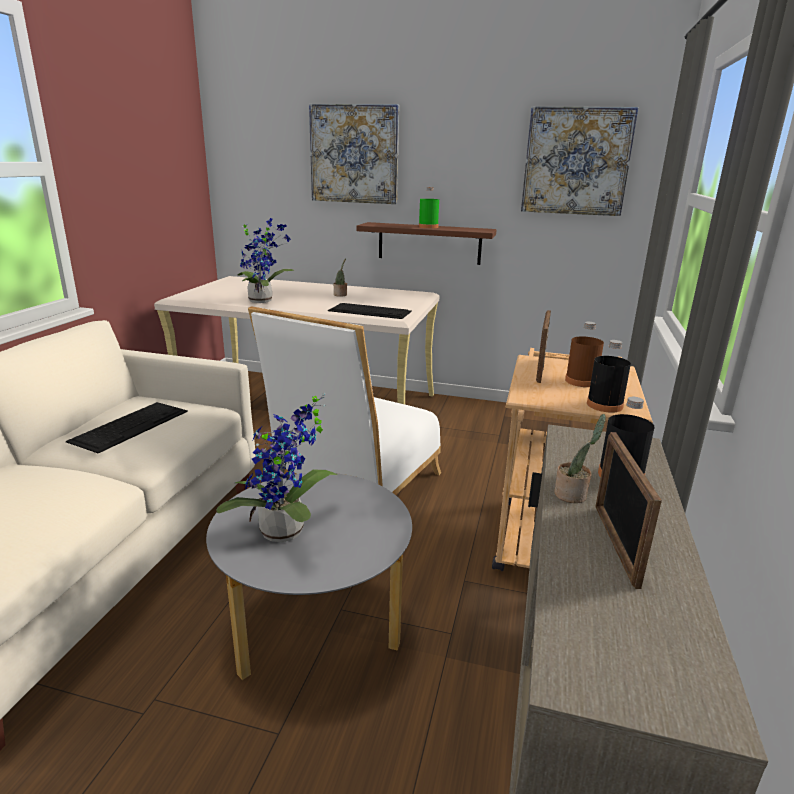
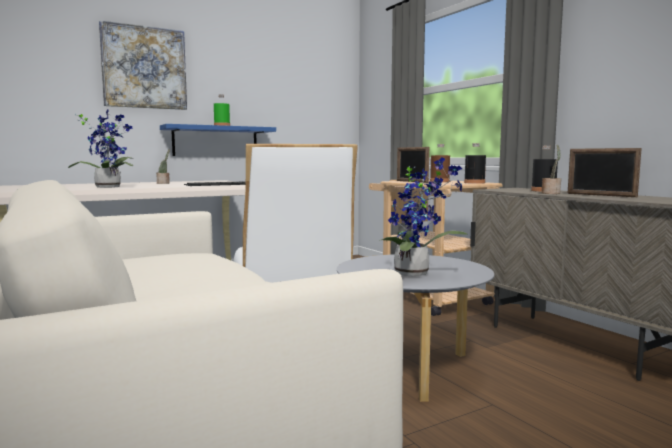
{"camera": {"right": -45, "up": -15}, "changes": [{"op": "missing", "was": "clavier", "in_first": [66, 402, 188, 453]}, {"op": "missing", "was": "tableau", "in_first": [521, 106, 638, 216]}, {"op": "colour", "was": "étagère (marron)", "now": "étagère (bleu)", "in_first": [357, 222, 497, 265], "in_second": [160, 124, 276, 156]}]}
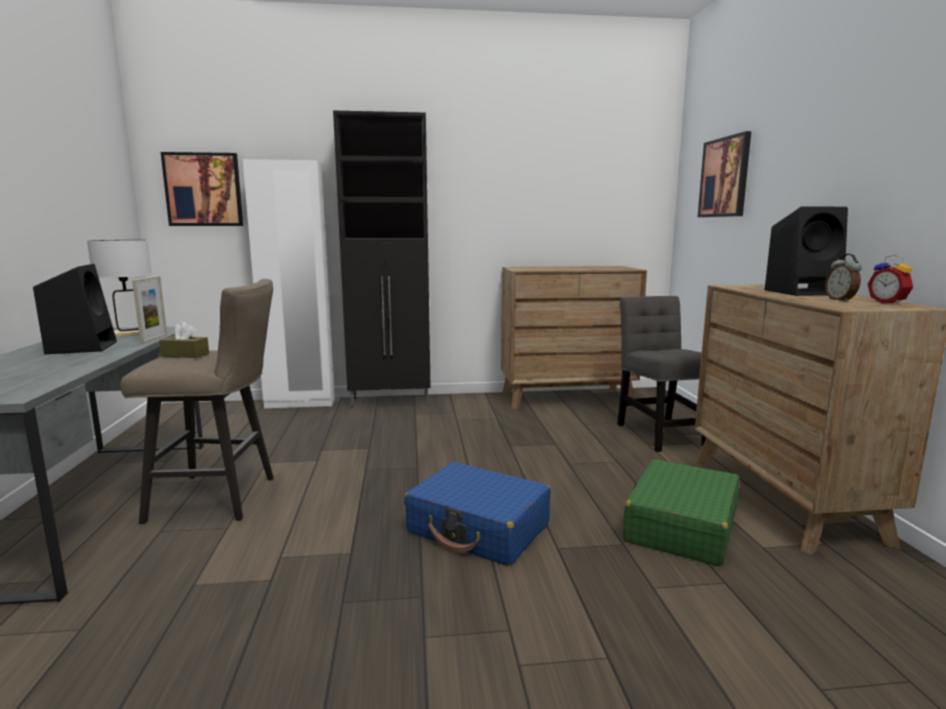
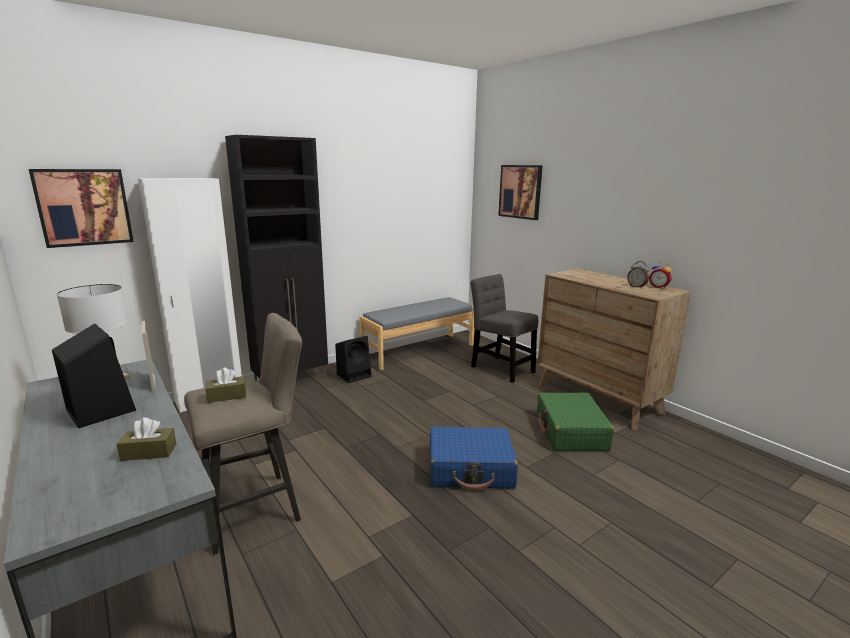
{"camera": {"right": -30, "up": 5}, "changes": [{"op": "appeared", "now": "boîte à mouchoirs (marron)", "in_second": [117, 417, 176, 461]}, {"op": "relocated", "was": "enceinte (noir)", "in_first": [765, 206, 848, 296], "in_second": [335, 336, 372, 383]}, {"op": "exchanged", "was": "commode (marron)", "now": "banc (gris)", "in_first": [501, 266, 647, 409], "in_second": [359, 297, 474, 370]}]}
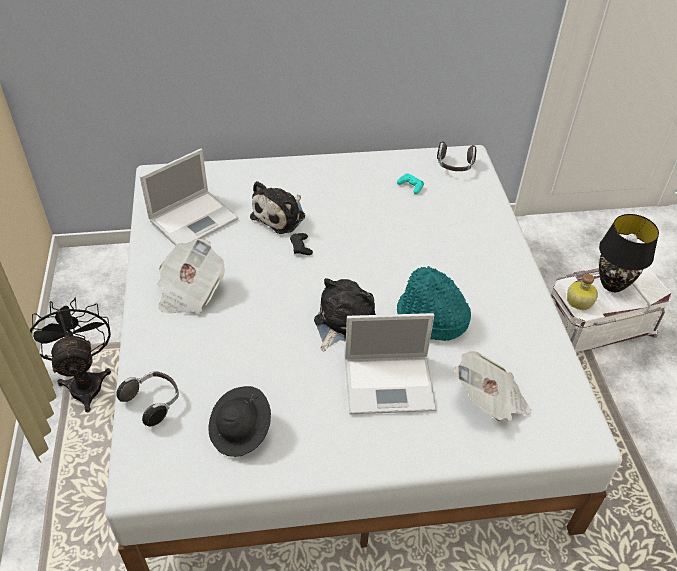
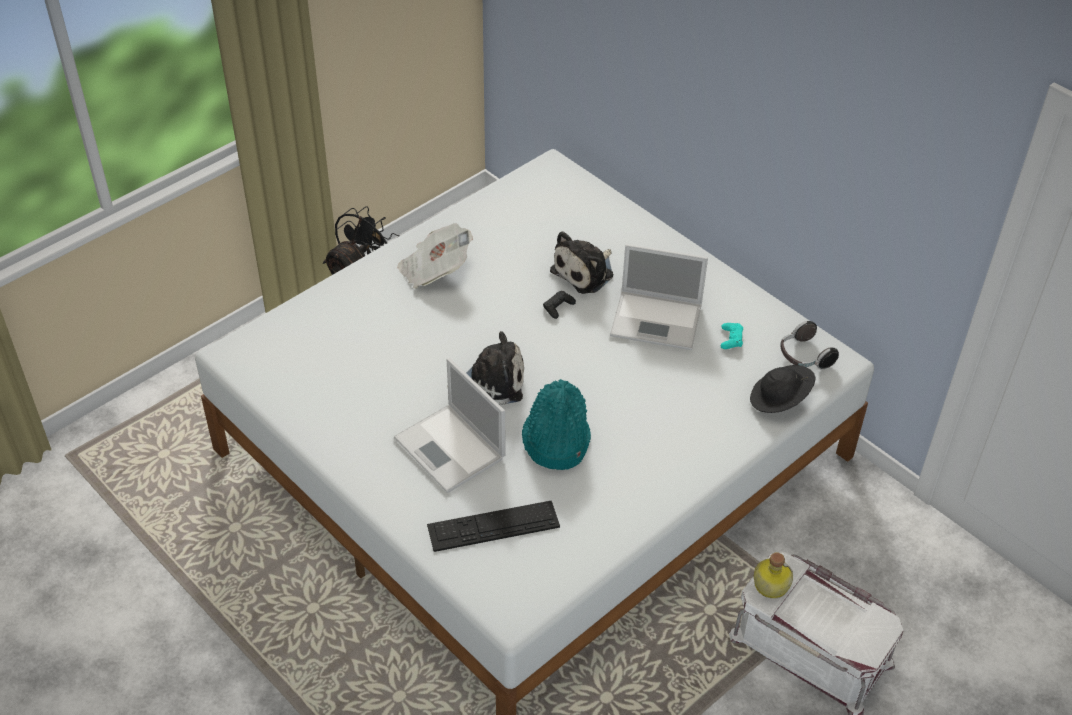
{"camera": {"right": 55, "up": 0}, "changes": [{"op": "missing", "was": "casque audio", "in_first": [116, 371, 179, 426]}, {"op": "missing", "was": "lampe de table (noir)", "in_first": [599, 214, 659, 292]}, {"op": "relocated", "was": "ordinateur portable", "in_first": [140, 149, 238, 245], "in_second": [610, 244, 708, 350]}, {"op": "relocated", "was": "chapeau (noir)", "in_first": [209, 386, 271, 457], "in_second": [750, 365, 816, 413]}, {"op": "exchanged", "was": "journal", "now": "clavier", "in_first": [454, 351, 532, 421], "in_second": [427, 501, 560, 552]}, {"op": "spun", "was": "peluche", "in_first": [250, 181, 305, 234], "in_second": [550, 231, 613, 294], "clockwise": -45}]}
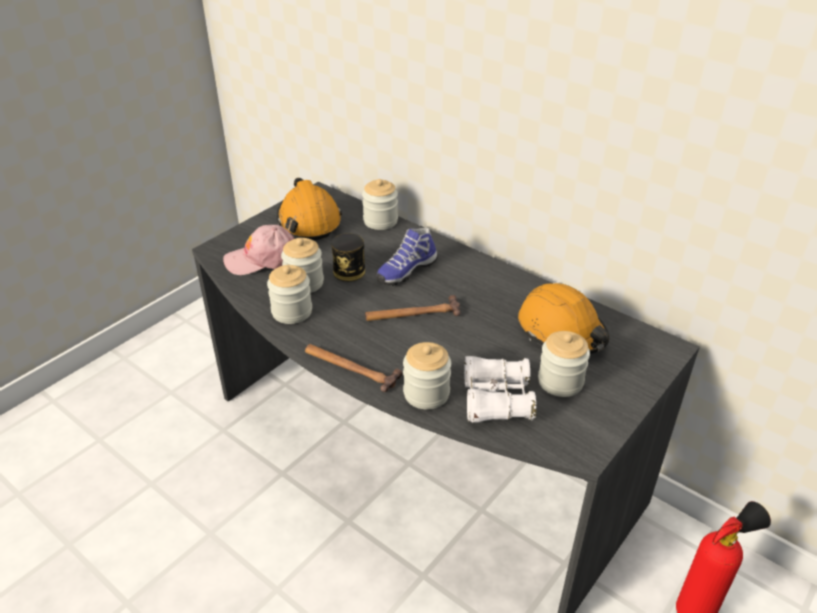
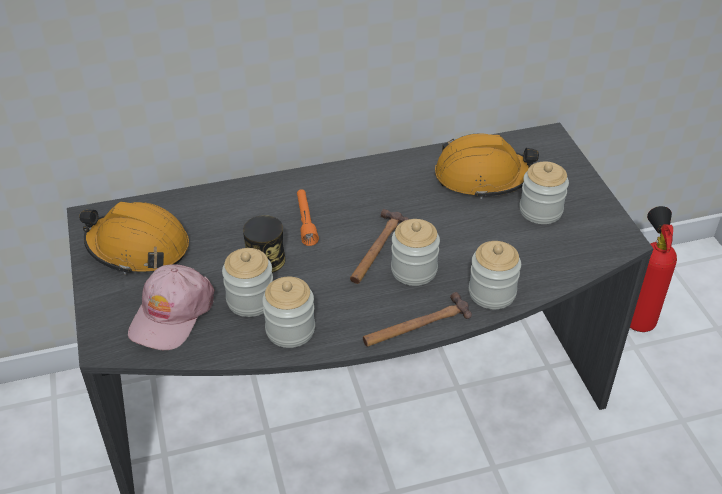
{"camera": {"right": -55, "up": 5}, "changes": [{"op": "missing", "was": "jumelles (blanc)", "in_first": [464, 356, 536, 423]}, {"op": "relocated", "was": "bocal", "in_first": [362, 179, 398, 230], "in_second": [391, 219, 440, 286]}, {"op": "exchanged", "was": "chaussure", "now": "lampe de poche (orange)", "in_first": [376, 228, 438, 286], "in_second": [297, 189, 319, 246]}]}
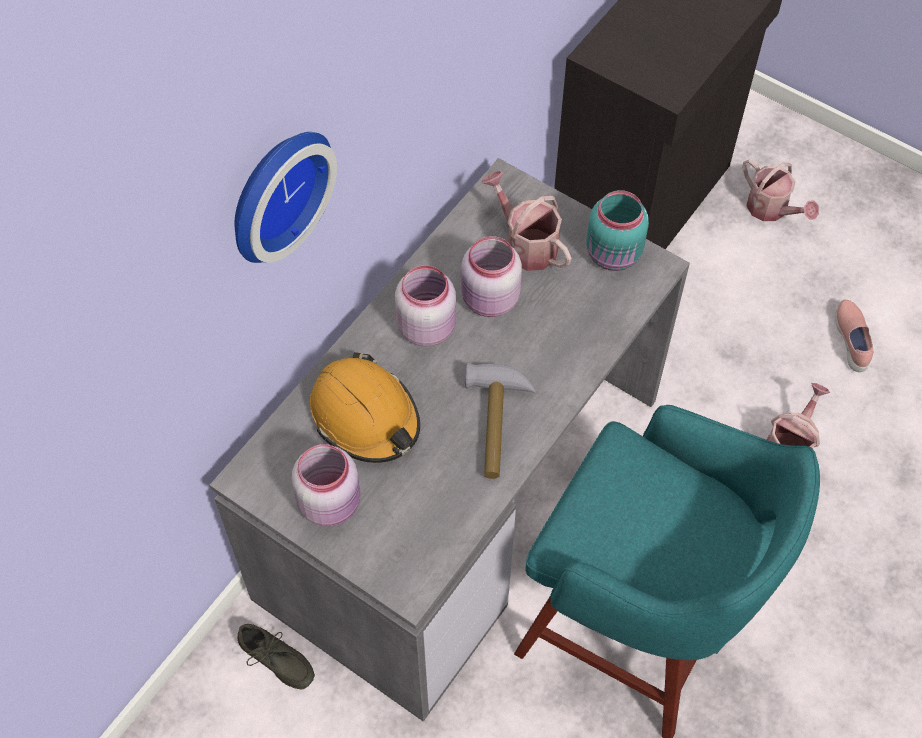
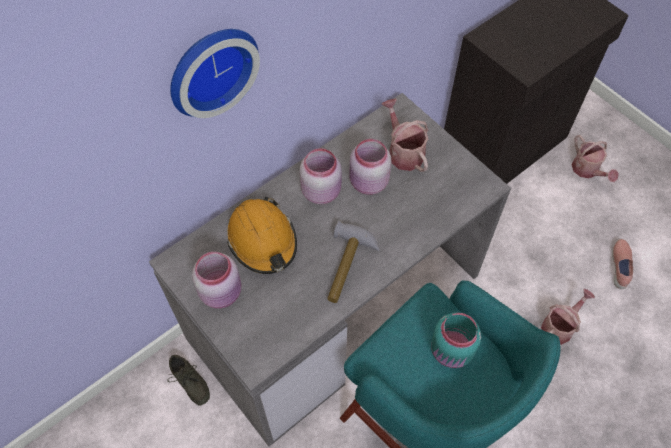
{"camera": {"right": 15, "up": 0}, "changes": [{"op": "relocated", "was": "bocal (turquoise)", "in_first": [586, 190, 649, 271], "in_second": [431, 312, 481, 368]}]}
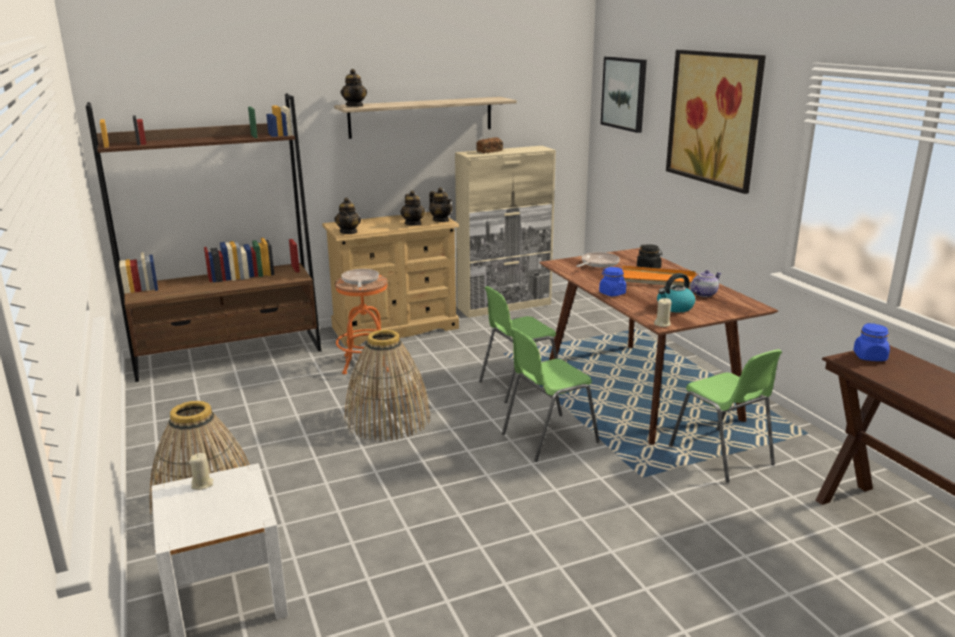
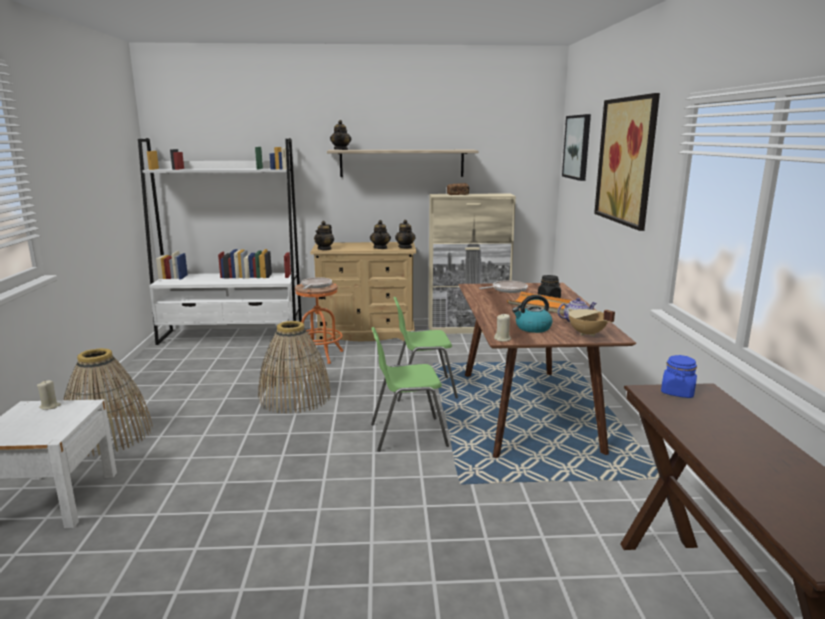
{"camera": {"right": 20, "up": -5}, "changes": [{"op": "missing", "was": "bocal (bleu)", "in_first": [599, 267, 626, 296]}, {"op": "missing", "was": "chaise (vert)", "in_first": [669, 349, 782, 483]}, {"op": "appeared", "now": "marmite (beige)", "in_second": [568, 309, 615, 336]}, {"op": "colour", "was": "bibliothèque (marron)", "now": "bibliothèque (blanc)", "in_first": [86, 93, 321, 382], "in_second": [138, 138, 302, 345]}]}
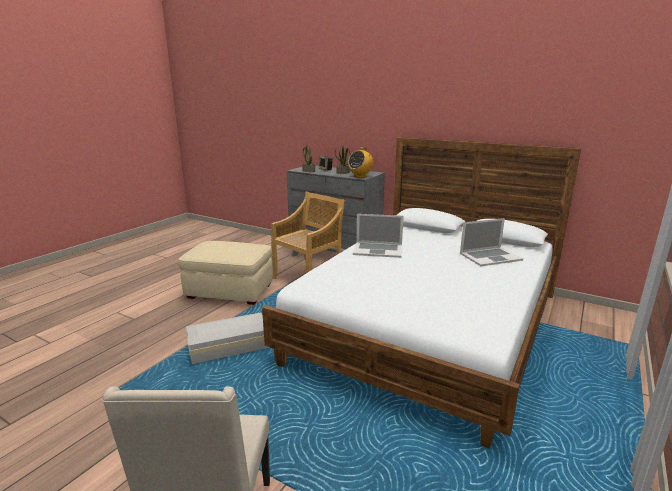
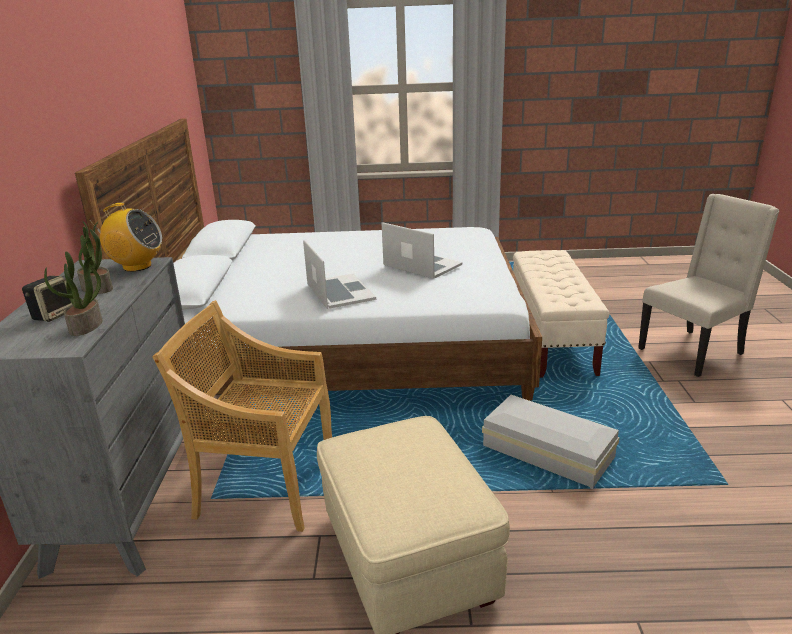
{"camera": {"right": -120, "up": 5}, "changes": [{"op": "appeared", "now": "banc (beige)", "in_second": [513, 250, 609, 378]}, {"op": "relocated", "was": "ordinateur portable", "in_first": [460, 218, 523, 266], "in_second": [382, 222, 462, 279]}]}
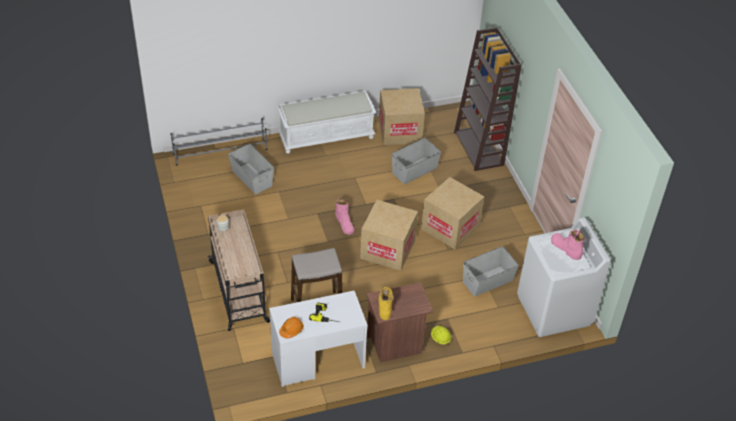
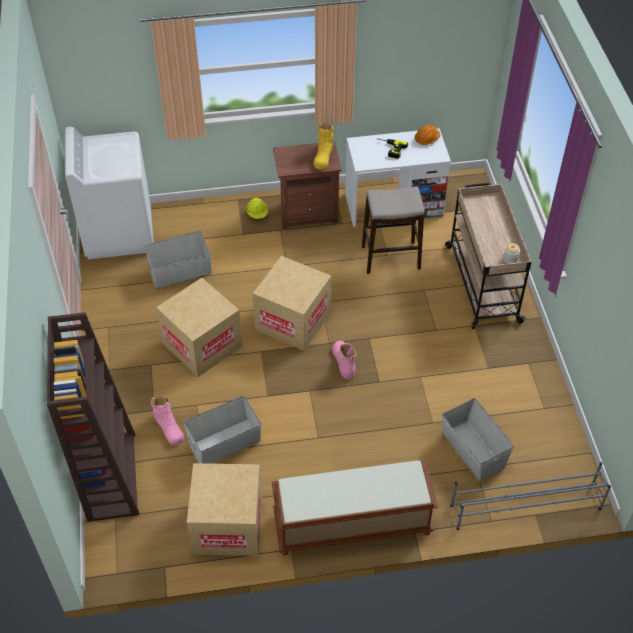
{"camera": {"right": -170, "up": 5}, "changes": [{"op": "relocated", "was": "botte (rose)", "in_first": [551, 230, 585, 260], "in_second": [151, 395, 184, 445]}, {"op": "colour", "was": "banc (blanc)", "now": "banc (marron)", "in_first": [278, 91, 376, 154], "in_second": [272, 460, 438, 555]}]}
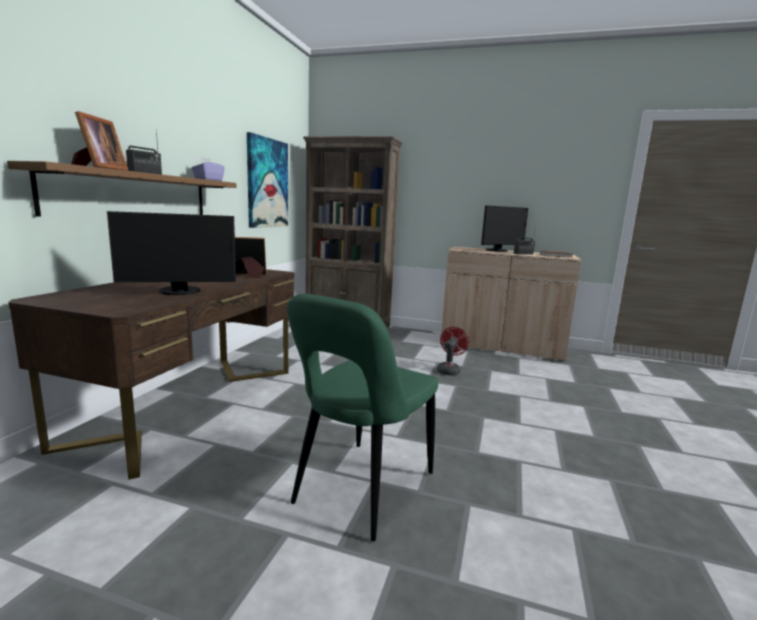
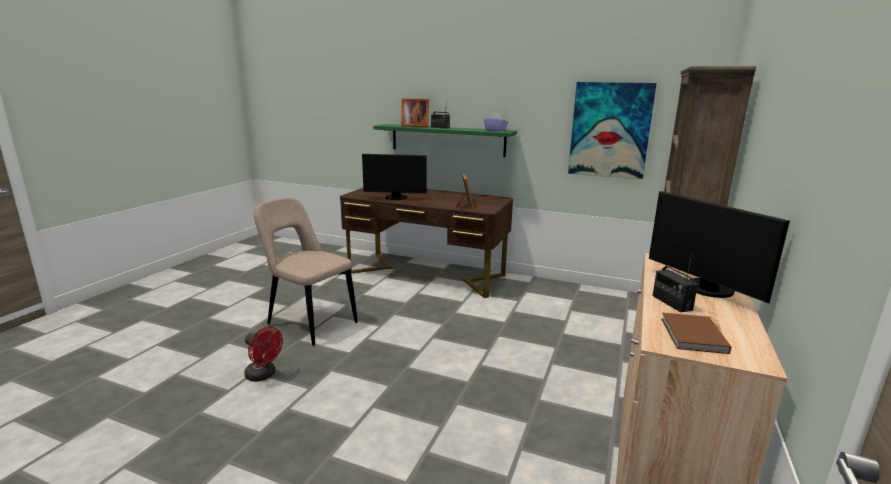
{"camera": {"right": 95, "up": 5}, "changes": [{"op": "relocated", "was": "ventilateur (rouge)", "in_first": [437, 327, 469, 375], "in_second": [244, 327, 283, 382]}, {"op": "colour", "was": "étagère (marron)", "now": "étagère (vert)", "in_first": [7, 161, 237, 217], "in_second": [374, 124, 517, 157]}, {"op": "colour", "was": "chaise (vert)", "now": "chaise (beige)", "in_first": [287, 294, 438, 542], "in_second": [253, 197, 358, 346]}, {"op": "spun", "was": "écran d'ordinateur", "in_first": [107, 211, 236, 295], "in_second": [362, 154, 427, 200], "clockwise": -75}]}
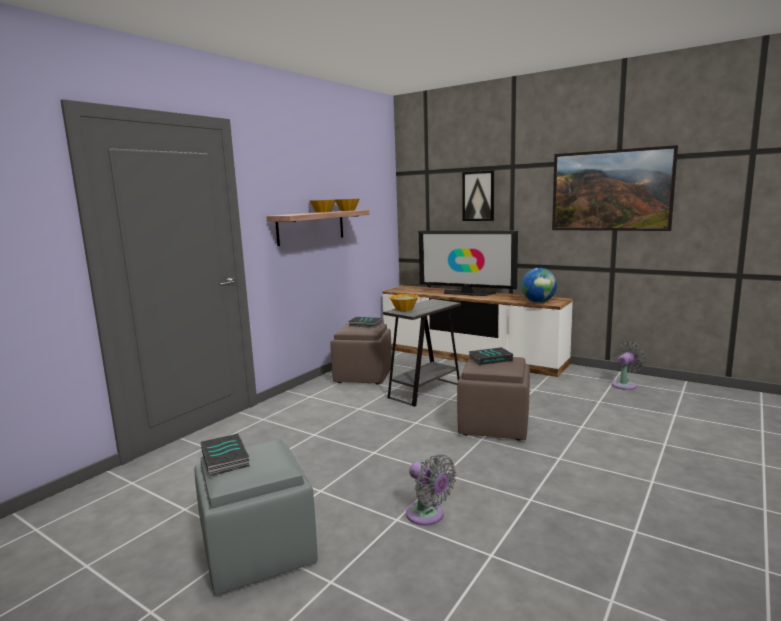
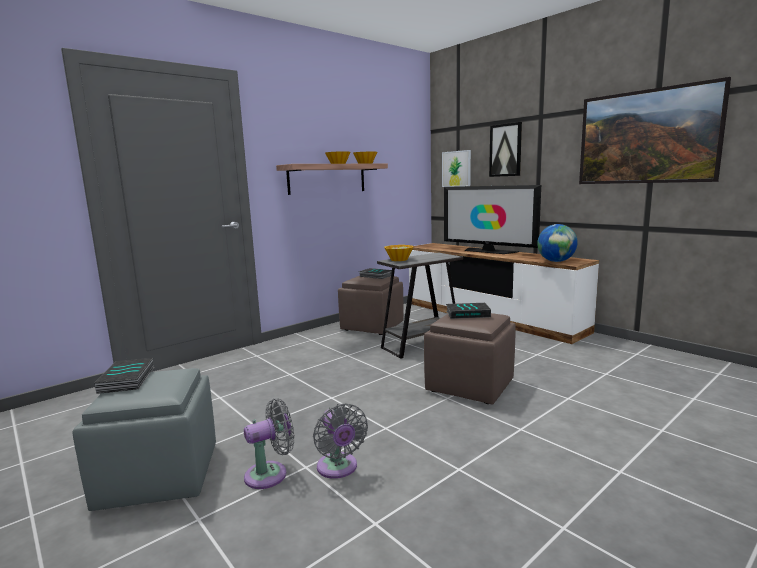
{"camera": {"right": 15, "up": 0}, "changes": [{"op": "appeared", "now": "tableau", "in_second": [442, 150, 471, 187]}, {"op": "relocated", "was": "ventilateur (gris)", "in_first": [611, 341, 647, 390], "in_second": [244, 398, 295, 489]}]}
